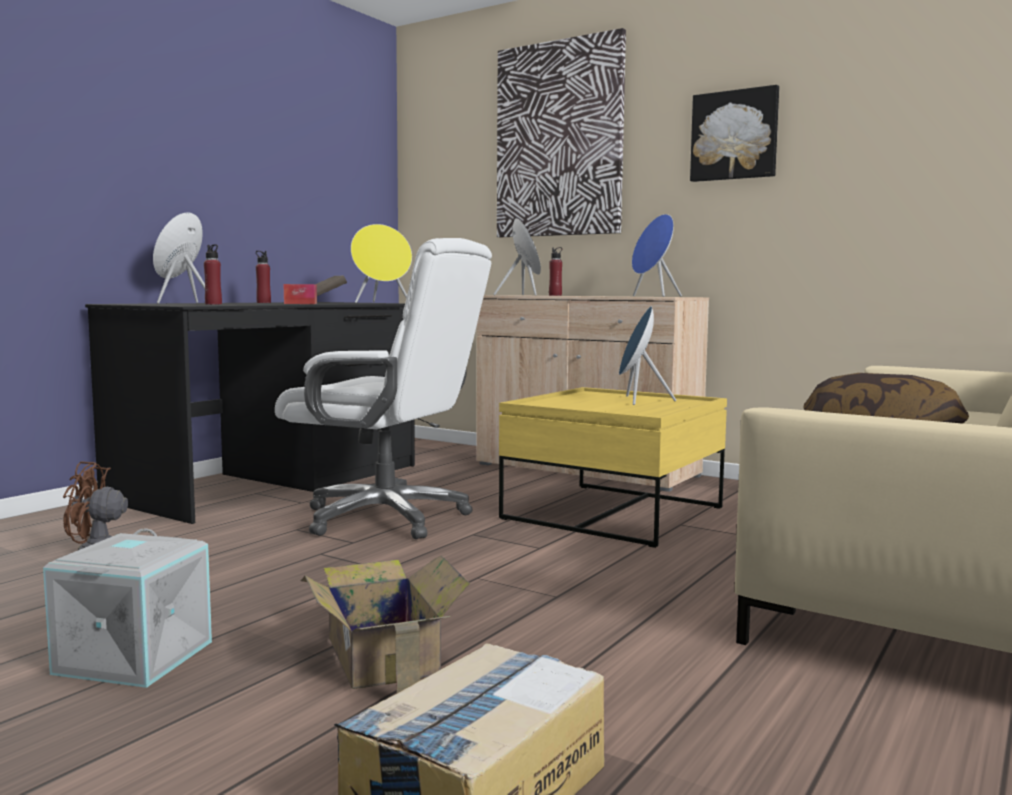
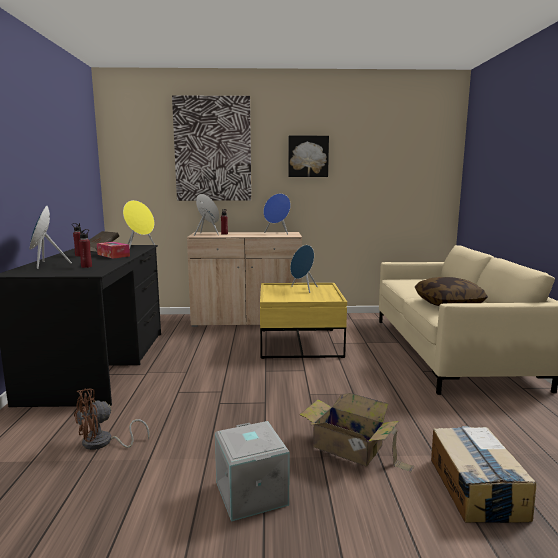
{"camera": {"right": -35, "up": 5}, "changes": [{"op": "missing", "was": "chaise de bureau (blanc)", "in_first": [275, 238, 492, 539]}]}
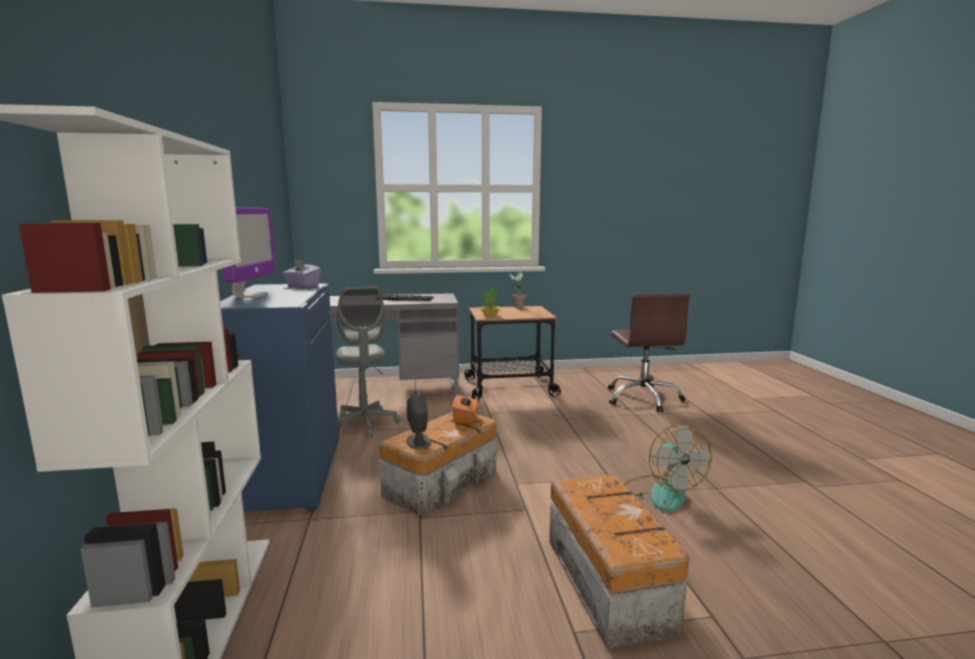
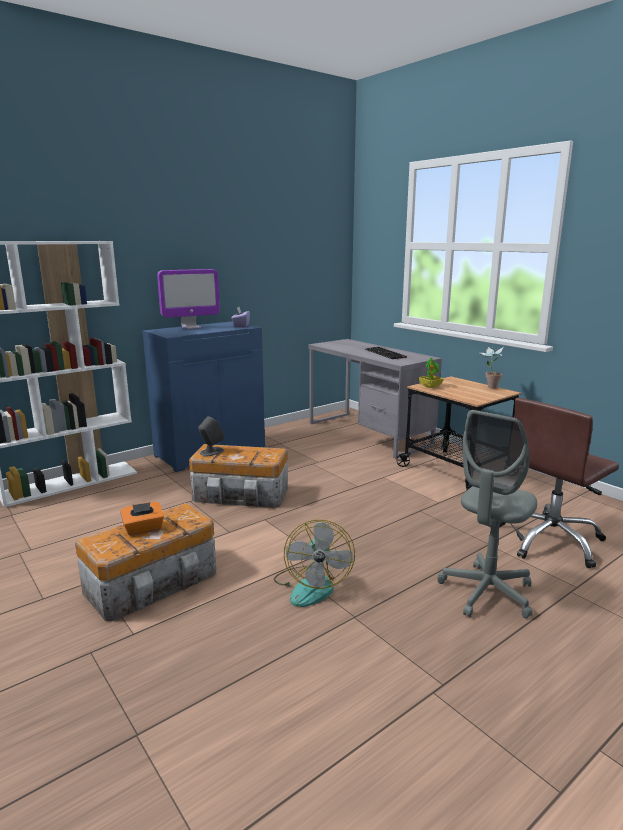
{"camera": {"right": 60, "up": 5}, "changes": [{"op": "relocated", "was": "chaise de bureau (gris)", "in_first": [336, 286, 401, 437], "in_second": [437, 410, 537, 619]}, {"op": "relocated", "was": "boîte à mouchoirs (orange)", "in_first": [452, 392, 478, 424], "in_second": [120, 502, 164, 536]}, {"op": "spun", "was": "ventilateur", "in_first": [625, 423, 712, 512], "in_second": [274, 520, 355, 607], "clockwise": -45}]}
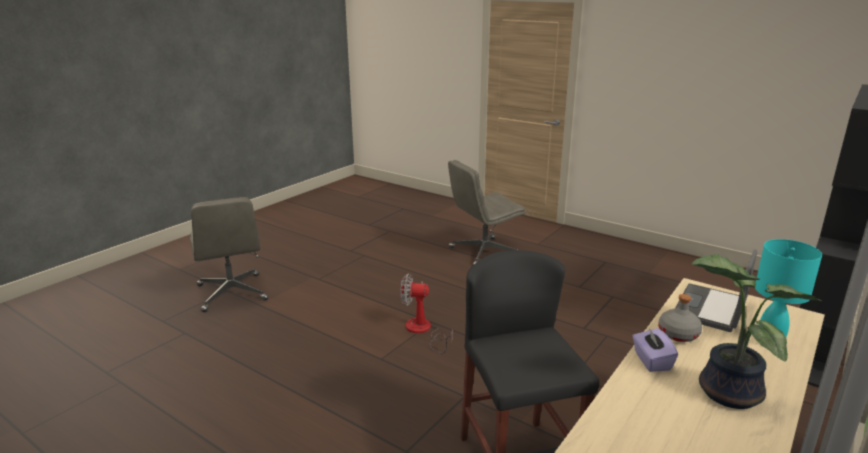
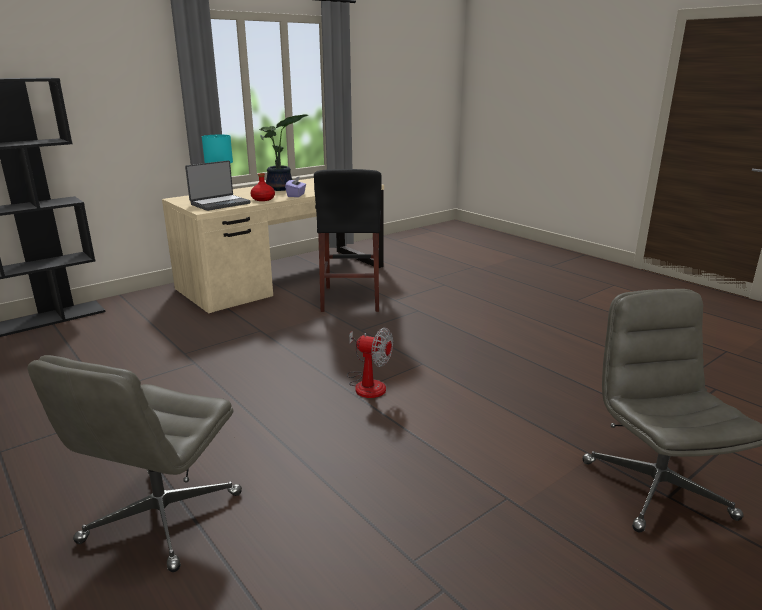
{"camera": {"right": -165, "up": 0}, "changes": [{"op": "colour", "was": "bouteille (gris)", "now": "bouteille (rouge)", "in_first": [658, 294, 702, 342], "in_second": [250, 173, 275, 201]}, {"op": "spun", "was": "chaise de bureau (gris)", "in_first": [448, 160, 526, 265], "in_second": [27, 355, 242, 572], "clockwise": 120}]}
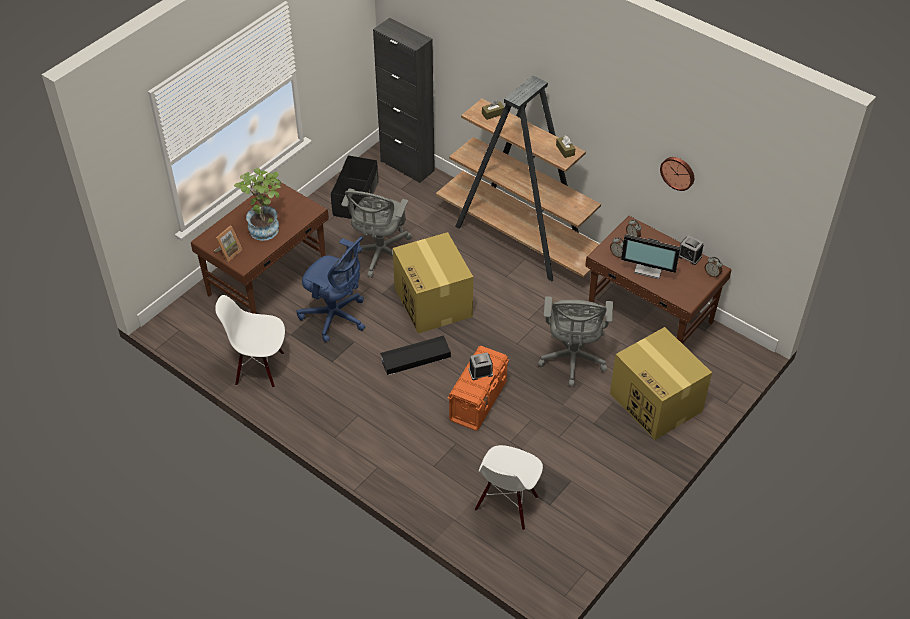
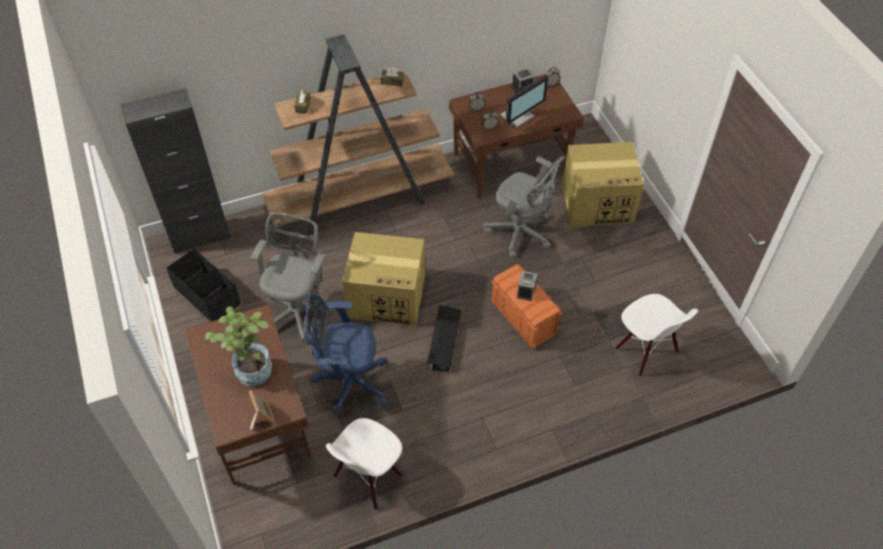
{"camera": {"right": -60, "up": 5}, "changes": [{"op": "missing", "was": "horloge murale", "in_first": [660, 157, 694, 191]}, {"op": "spun", "was": "chaise de bureau (bleu)", "in_first": [297, 236, 365, 342], "in_second": [303, 292, 388, 413], "clockwise": -150}, {"op": "spun", "was": "chaise de bureau (gris)", "in_first": [341, 188, 412, 278], "in_second": [251, 212, 334, 342], "clockwise": -120}]}
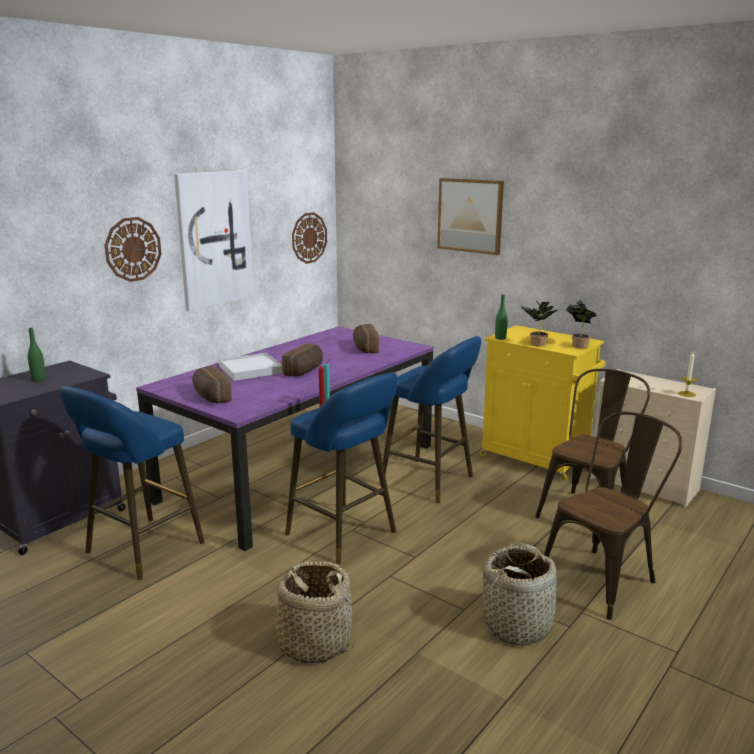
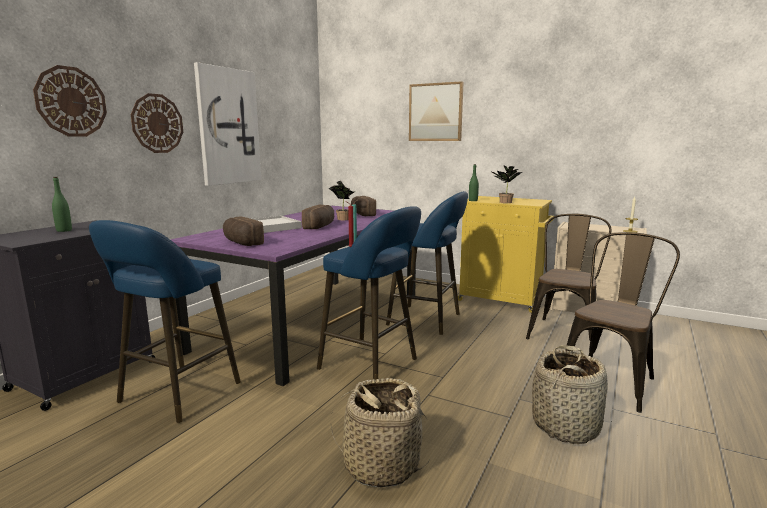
{"camera": {"right": -10, "up": -5}, "changes": [{"op": "relocated", "was": "horloge murale", "in_first": [292, 212, 327, 264], "in_second": [33, 65, 107, 137]}, {"op": "relocated", "was": "plante en pot", "in_first": [566, 300, 597, 349], "in_second": [329, 181, 354, 220]}]}
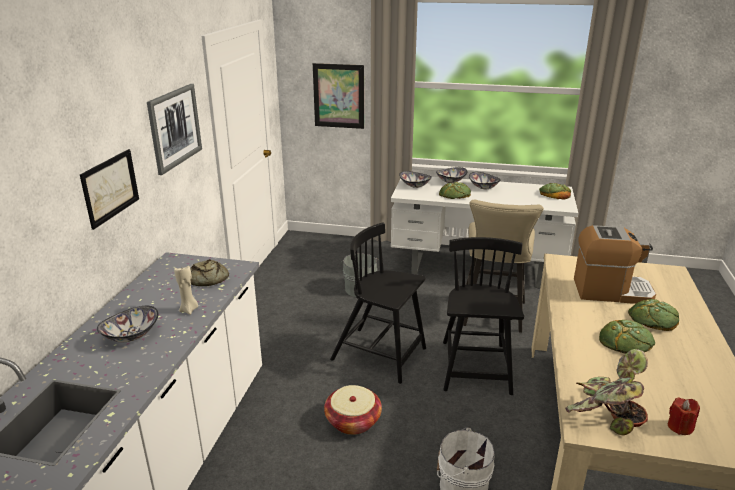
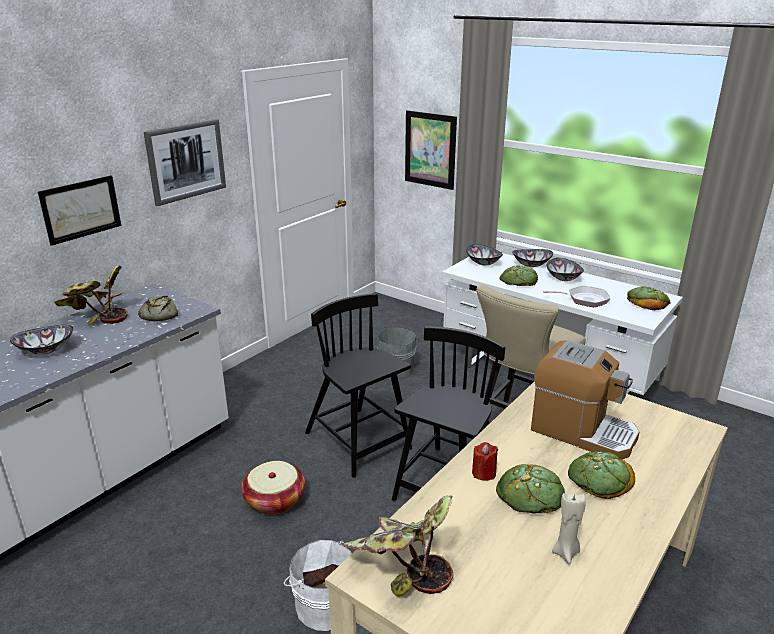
{"camera": {"right": 25, "up": 0}, "changes": [{"op": "appeared", "now": "plante en pot", "in_second": [54, 265, 128, 326]}, {"op": "appeared", "now": "poêle", "in_second": [543, 286, 611, 307]}, {"op": "relocated", "was": "bougie (beige)", "in_first": [174, 266, 198, 315], "in_second": [552, 493, 585, 565]}, {"op": "relocated", "was": "bougie (rouge)", "in_first": [668, 398, 700, 435], "in_second": [472, 442, 498, 481]}]}
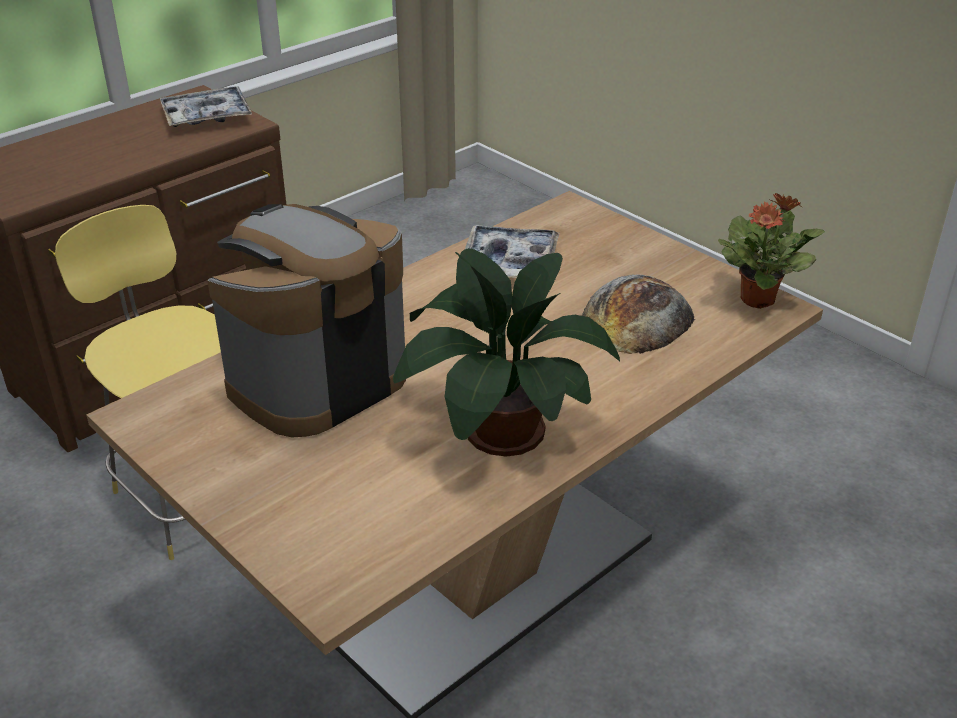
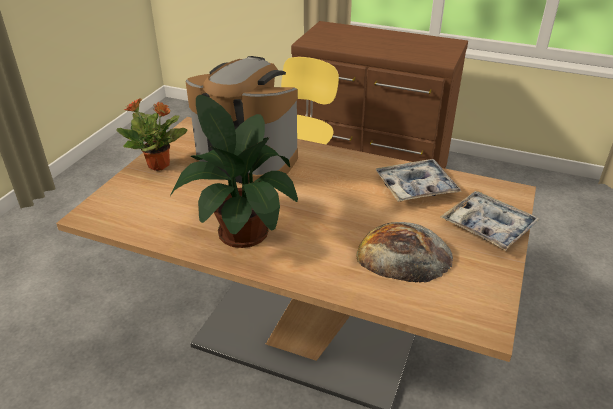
{"camera": {"right": 65, "up": 0}, "changes": [{"op": "relocated", "was": "plateau", "in_first": [160, 86, 252, 127], "in_second": [440, 191, 540, 251]}, {"op": "relocated", "was": "plante en pot", "in_first": [718, 193, 825, 309], "in_second": [116, 98, 188, 171]}]}
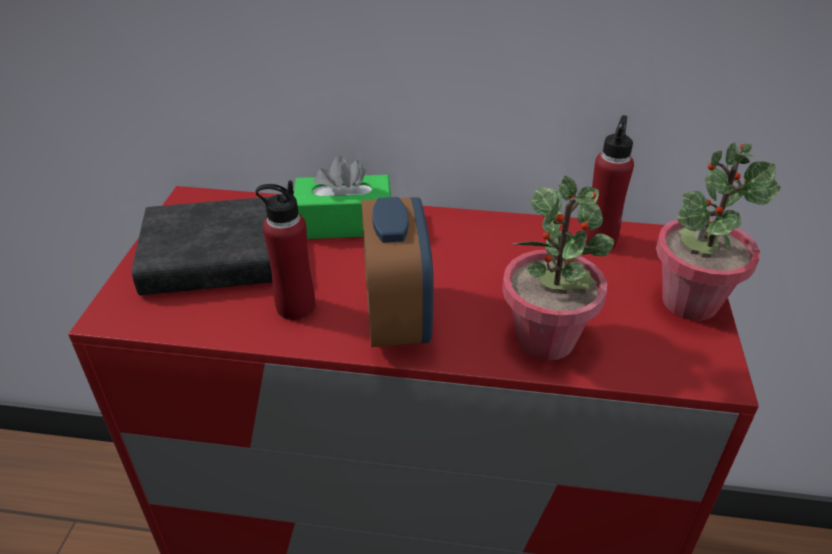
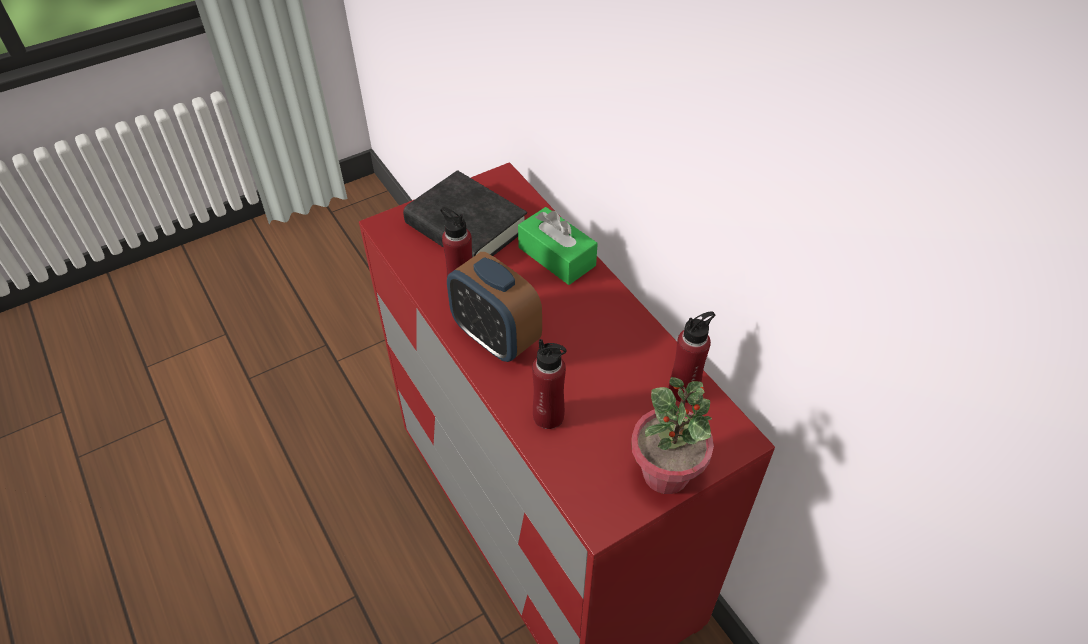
{"camera": {"right": 50, "up": 10}, "changes": [{"op": "exchanged", "was": "plante en pot", "now": "bouteille (rouge)", "in_first": [502, 176, 614, 360], "in_second": [532, 339, 566, 429]}, {"op": "spun", "was": "réveil", "in_first": [361, 197, 433, 347], "in_second": [447, 252, 542, 362], "clockwise": 90}]}
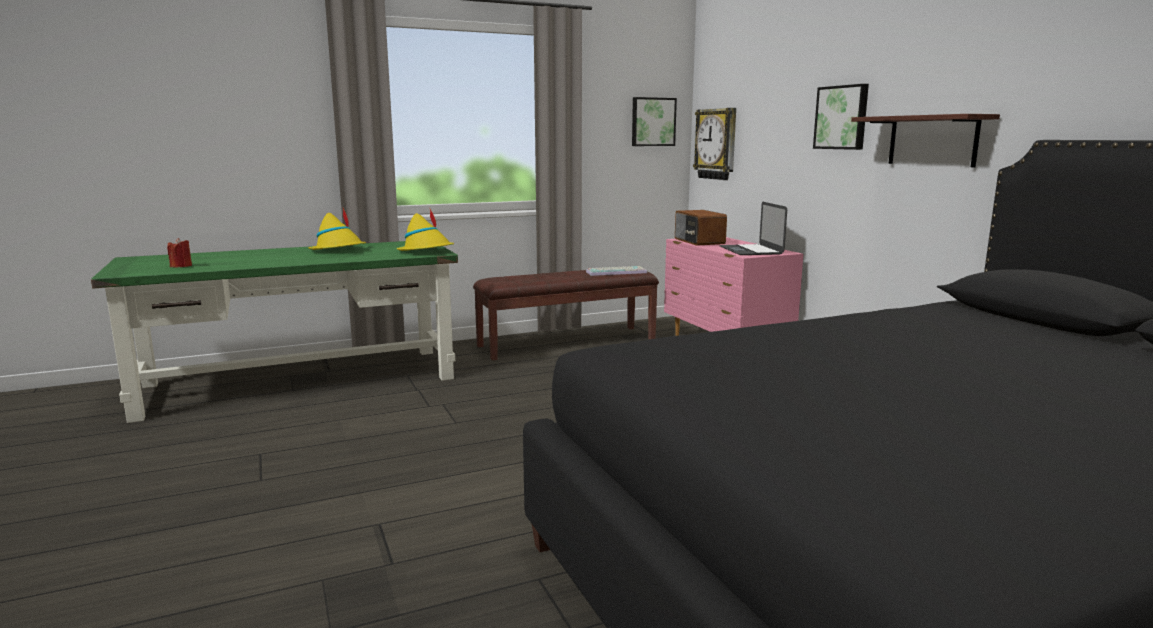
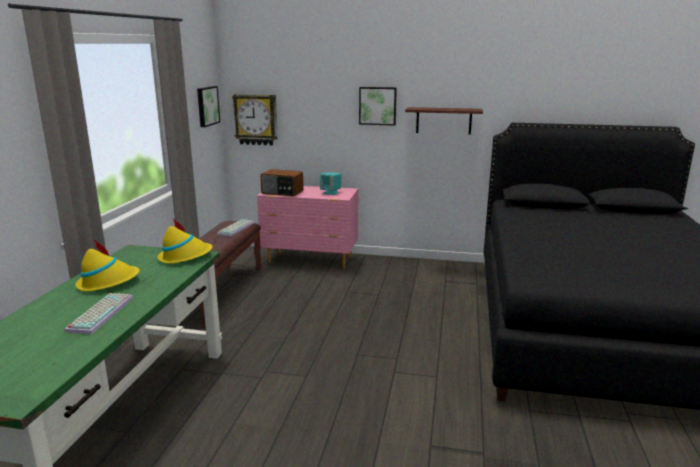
{"camera": {"right": -55, "up": 5}, "changes": [{"op": "missing", "was": "bougie (rouge)", "in_first": [167, 238, 192, 267]}, {"op": "appeared", "now": "clavier", "in_second": [64, 293, 134, 334]}, {"op": "exchanged", "was": "ordinateur portable", "now": "enceinte (turquoise)", "in_first": [719, 202, 787, 255], "in_second": [320, 172, 342, 195]}]}
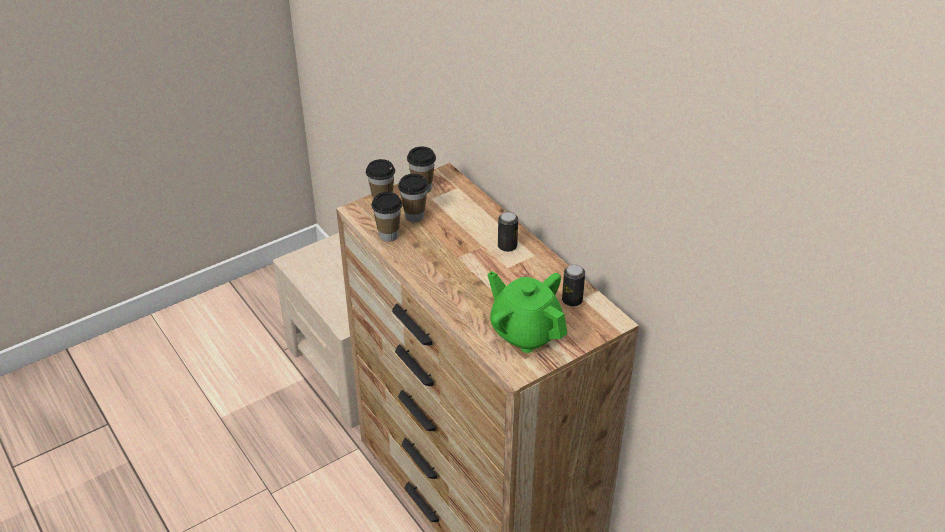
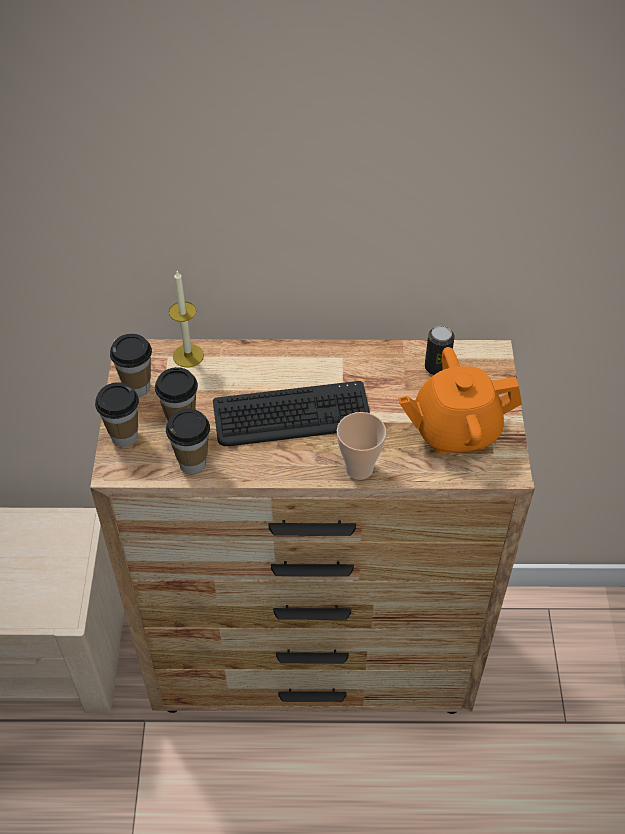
{"camera": {"right": -55, "up": 10}, "changes": [{"op": "missing", "was": "boîte métallique", "in_first": [498, 211, 518, 252]}, {"op": "appeared", "now": "bougie", "in_second": [169, 271, 204, 368]}, {"op": "appeared", "now": "clavier", "in_second": [213, 381, 370, 446]}, {"op": "appeared", "now": "tasse", "in_second": [337, 412, 386, 480]}, {"op": "colour", "was": "théière (vert)", "now": "théière (orange)", "in_first": [487, 271, 567, 353], "in_second": [398, 347, 522, 454]}]}
